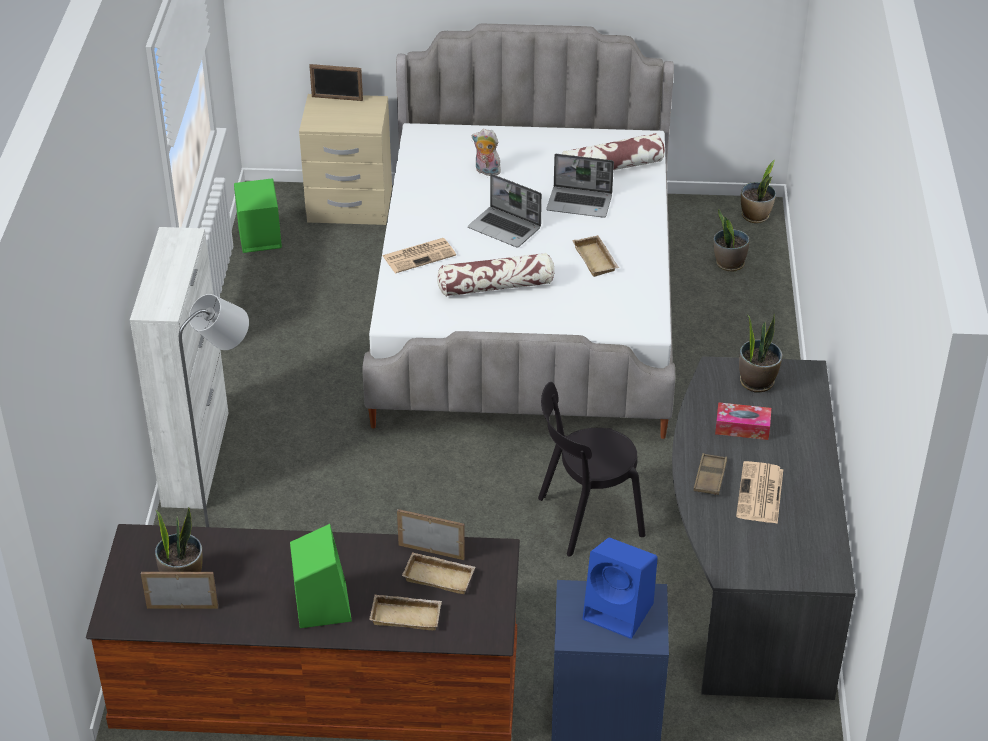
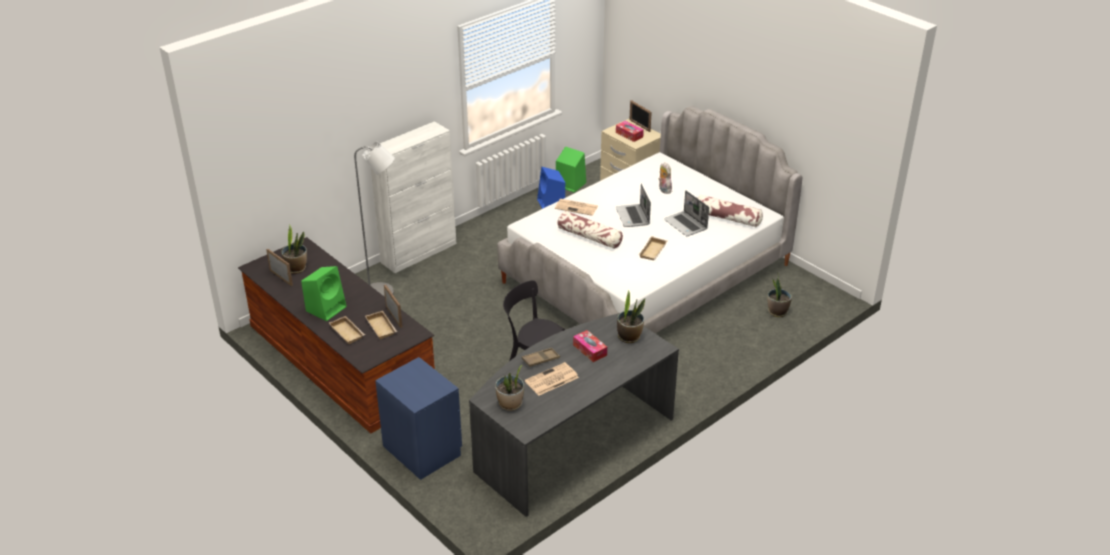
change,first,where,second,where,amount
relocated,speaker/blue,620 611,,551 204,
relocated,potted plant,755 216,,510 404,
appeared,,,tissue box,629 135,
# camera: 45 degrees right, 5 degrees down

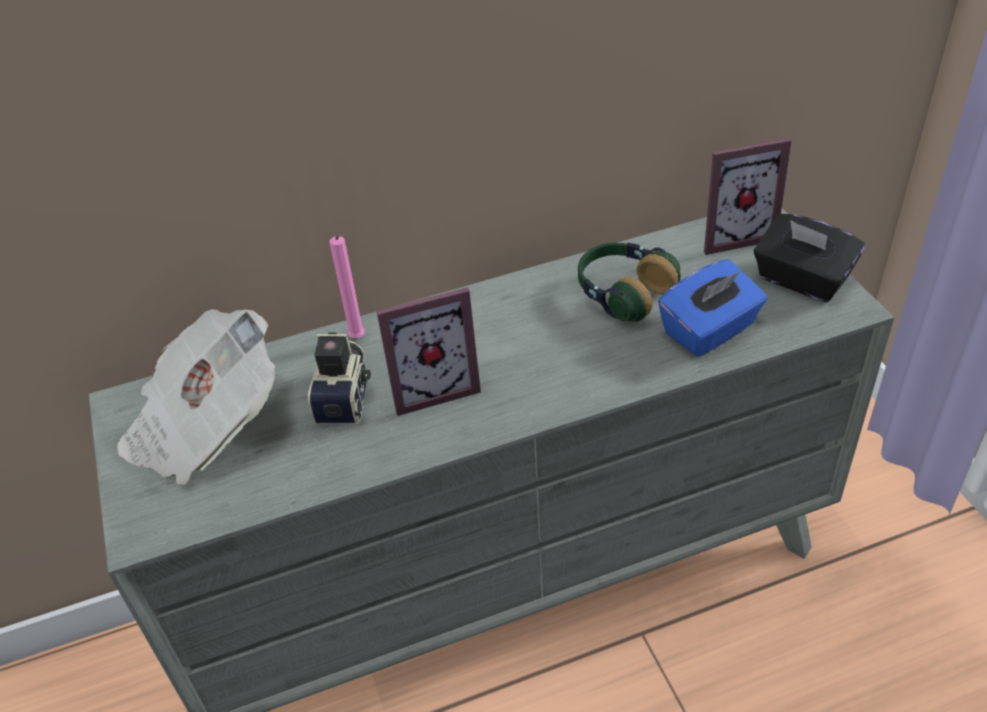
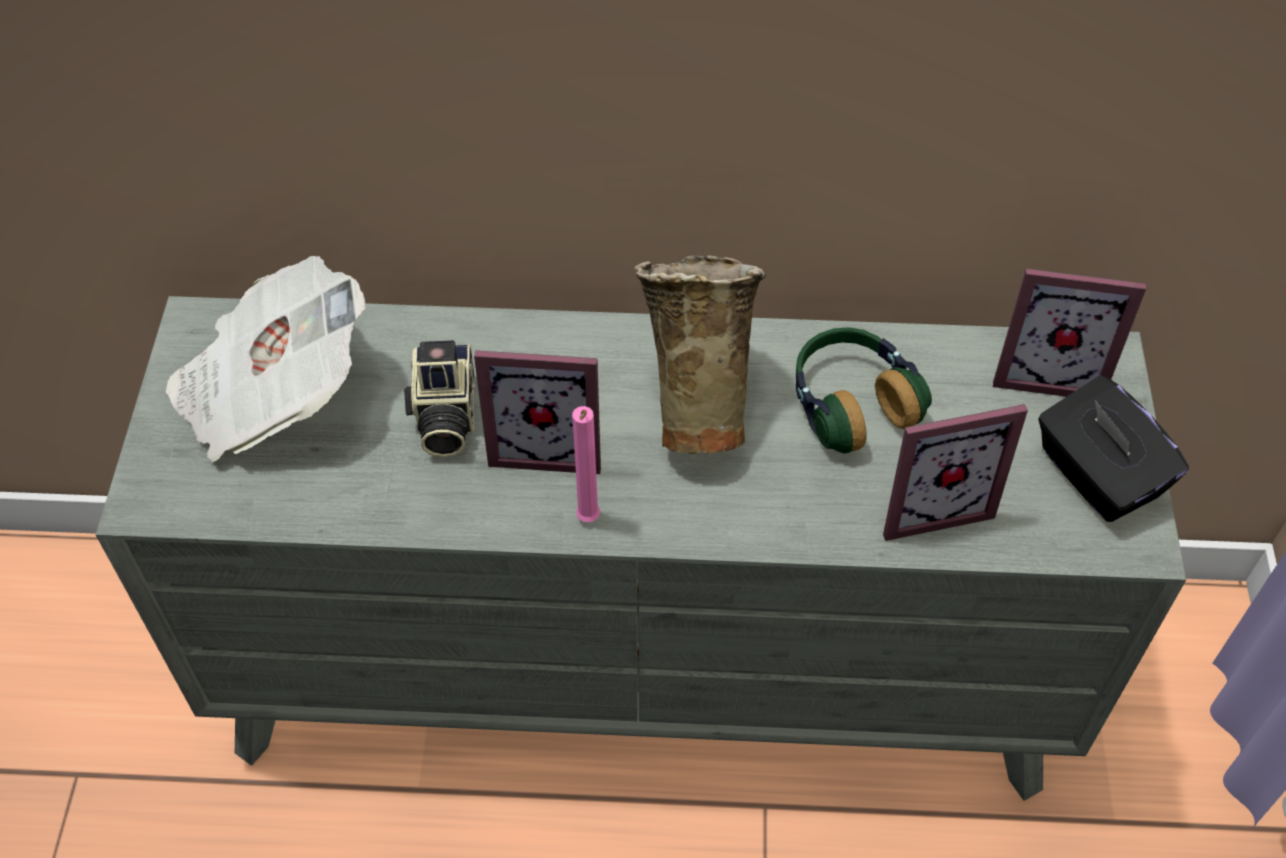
change,first,where,second,where,amount
spun,photo camera,346 397,,443 416,150 degrees clockwise
relocated,candle/pink,358 339,,587 521,
exchanged,tissue box/blue,710 331,picture frame,928 502,
appeared,,,vase/beige,697 404,
# camera: 20 degrees right, 10 degrees up

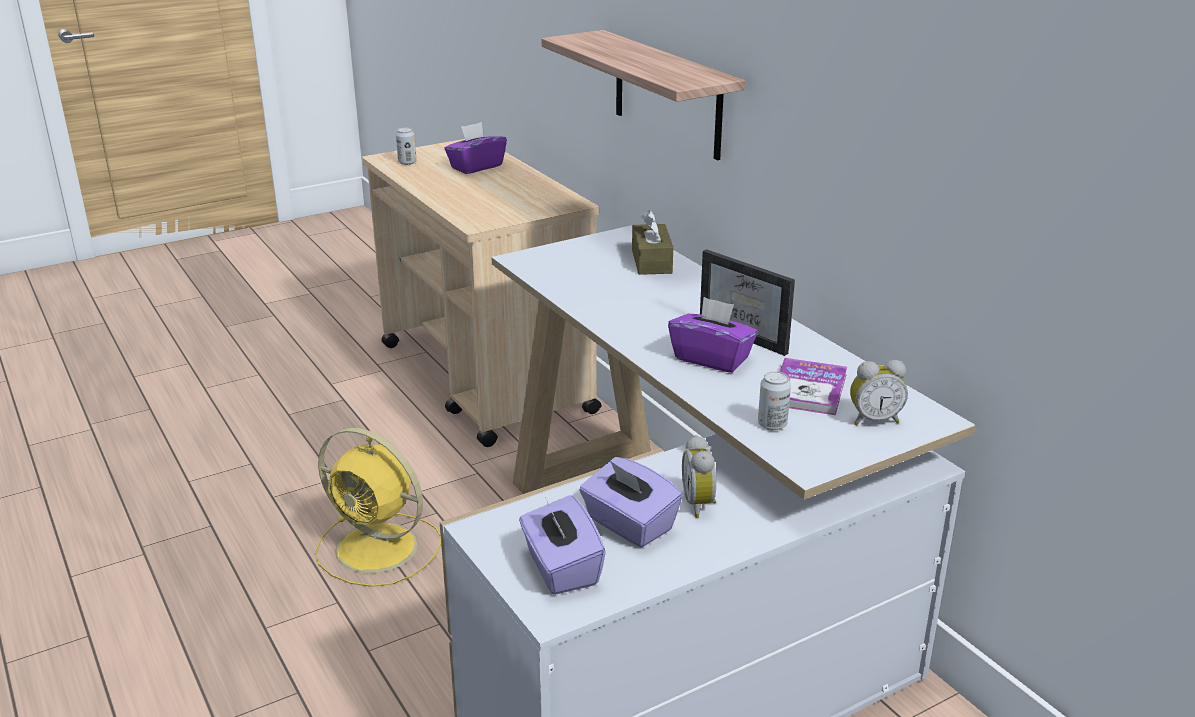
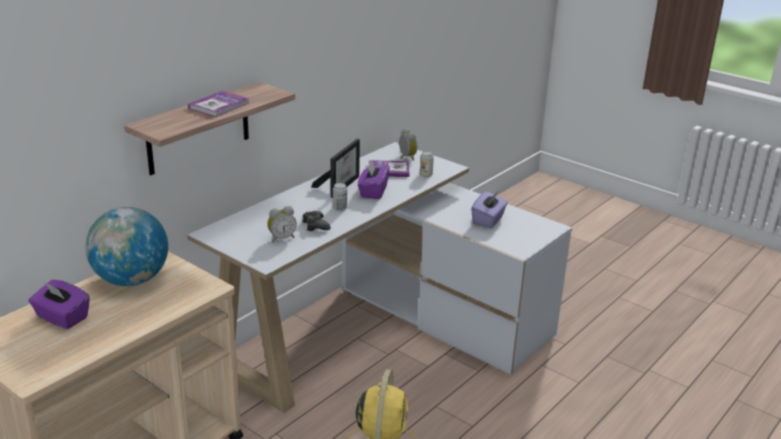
change,first,where,second,where,amount
relocated,can,407 162,,339 209,
missing,tissue box/purple,561 568,,,
missing,tissue box/brown,651 261,,,
relocated,alarm clock,700 504,,281 238,
appeared,,,globe,131 280,
appeared,,,book,219 105,
appeared,,,game controller/black,315 225,
# camera: 110 degrees left, 0 degrees up

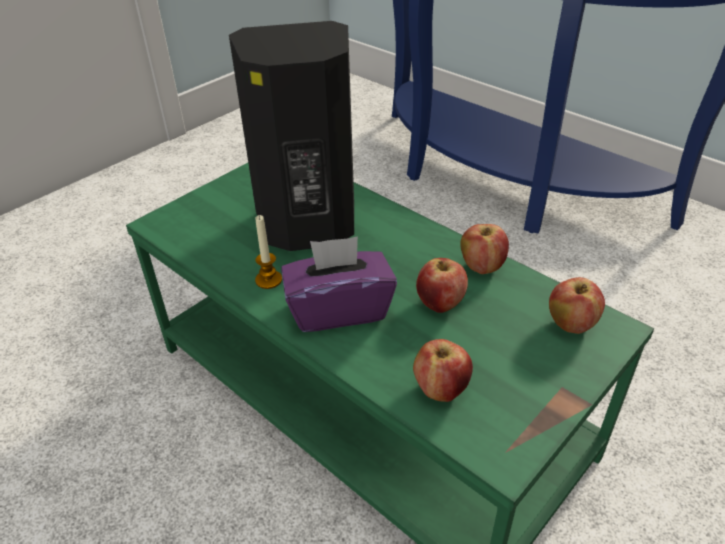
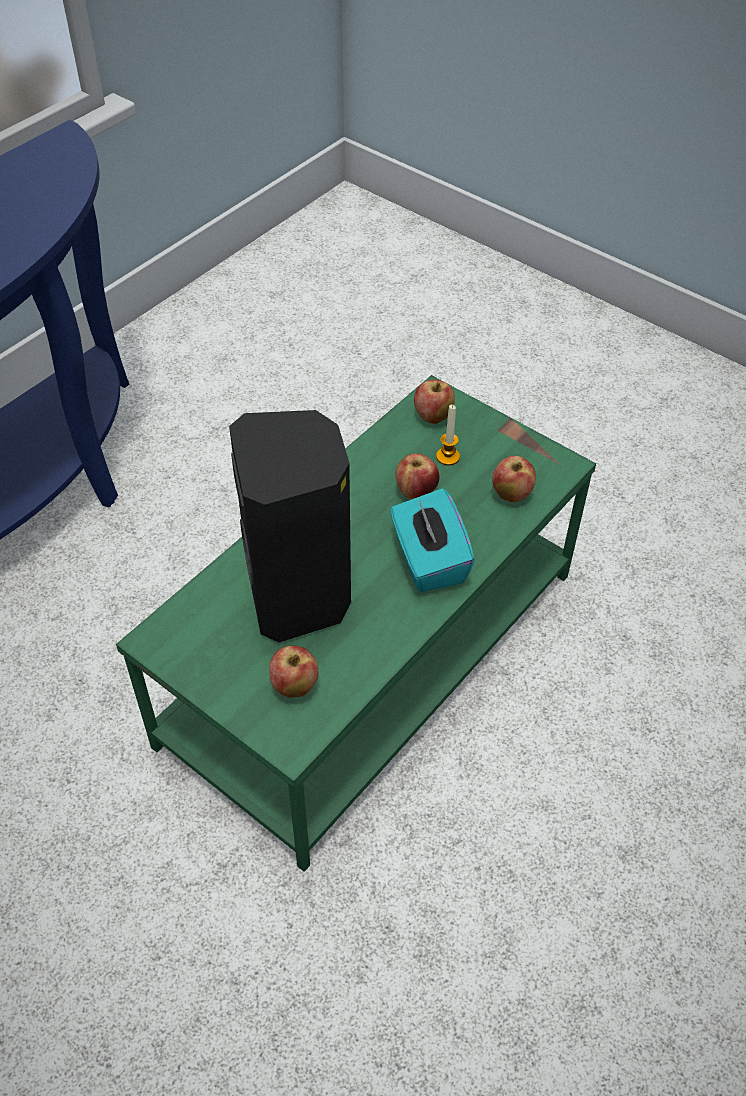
change,first,where,second,where,amount
relocated,candle,268 280,,448 457,
colour,tissue box/purple,339 309,tissue box/turquoise,428 560,
relocated,apple,482 267,,294 686,
# camera: 95 degrees left, 10 degrees up

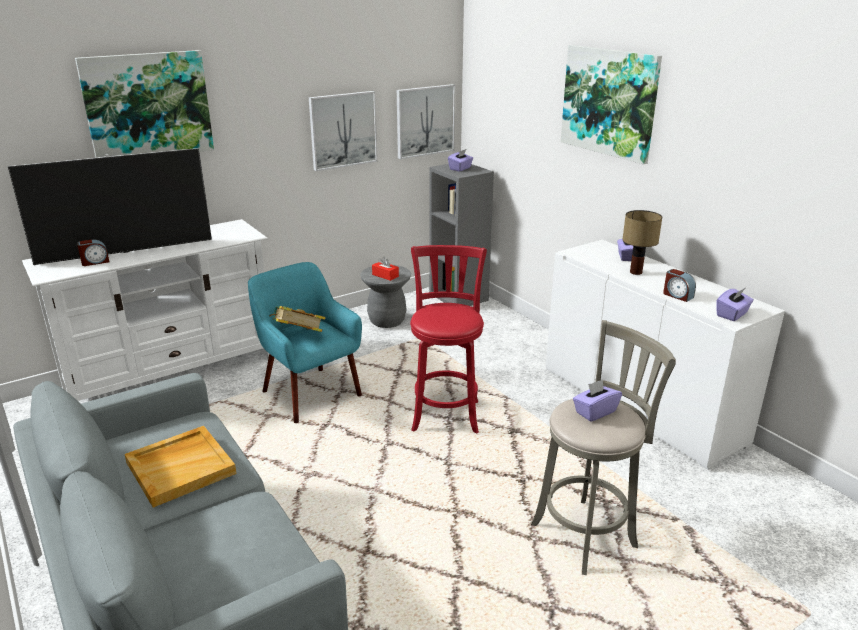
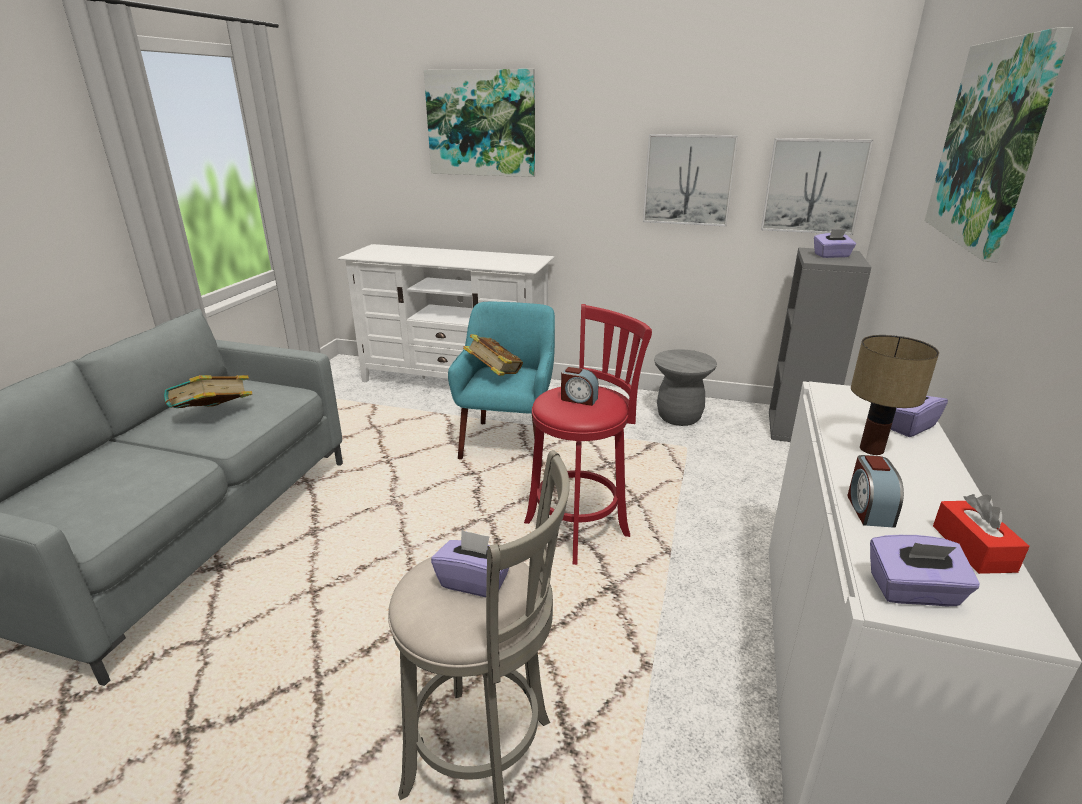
change,first,where,second,where,amount
missing,television,126 252,,,
relocated,alarm clock,95 262,,578 399,
exchanged,tray/beige,181 467,book,214 415,
relocated,tissue box/red,385 275,,973 548,
# camera: 50 degrees right, 0 degrees up

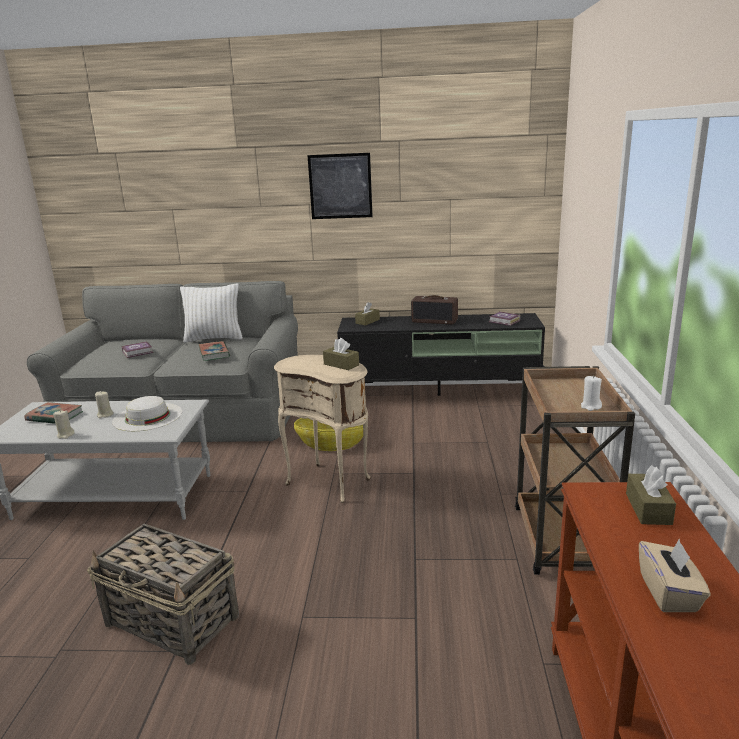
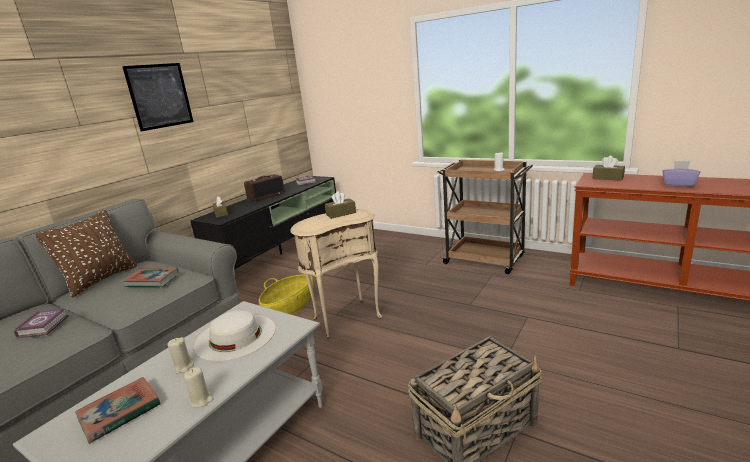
change,first,where,second,where,amount
colour,pillow/white,214 338,pillow/brown,101 280,
colour,tissue box/beige,669 593,tissue box/purple,678 184,
# camera: 60 degrees left, 0 degrees up

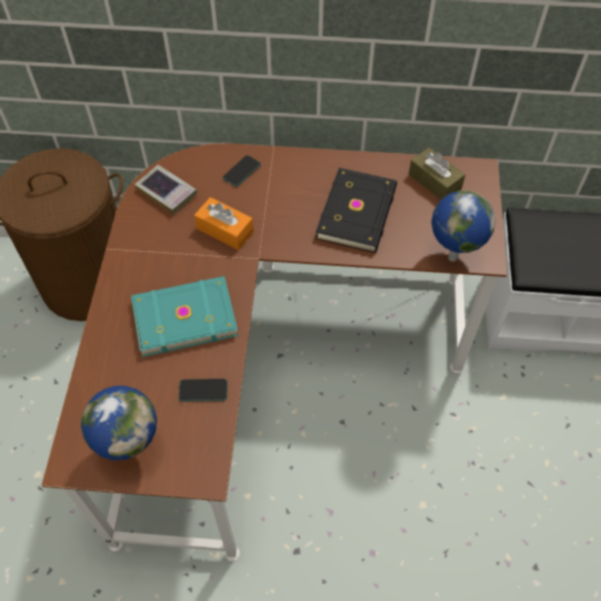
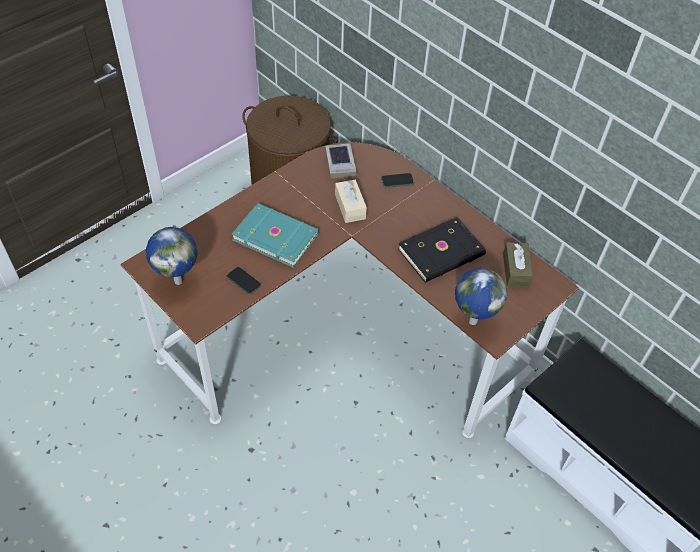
change,first,where,second,where,amount
colour,tissue box/orange,225 230,tissue box/beige,350 207,
# camera: 40 degrees right, 5 degrees down

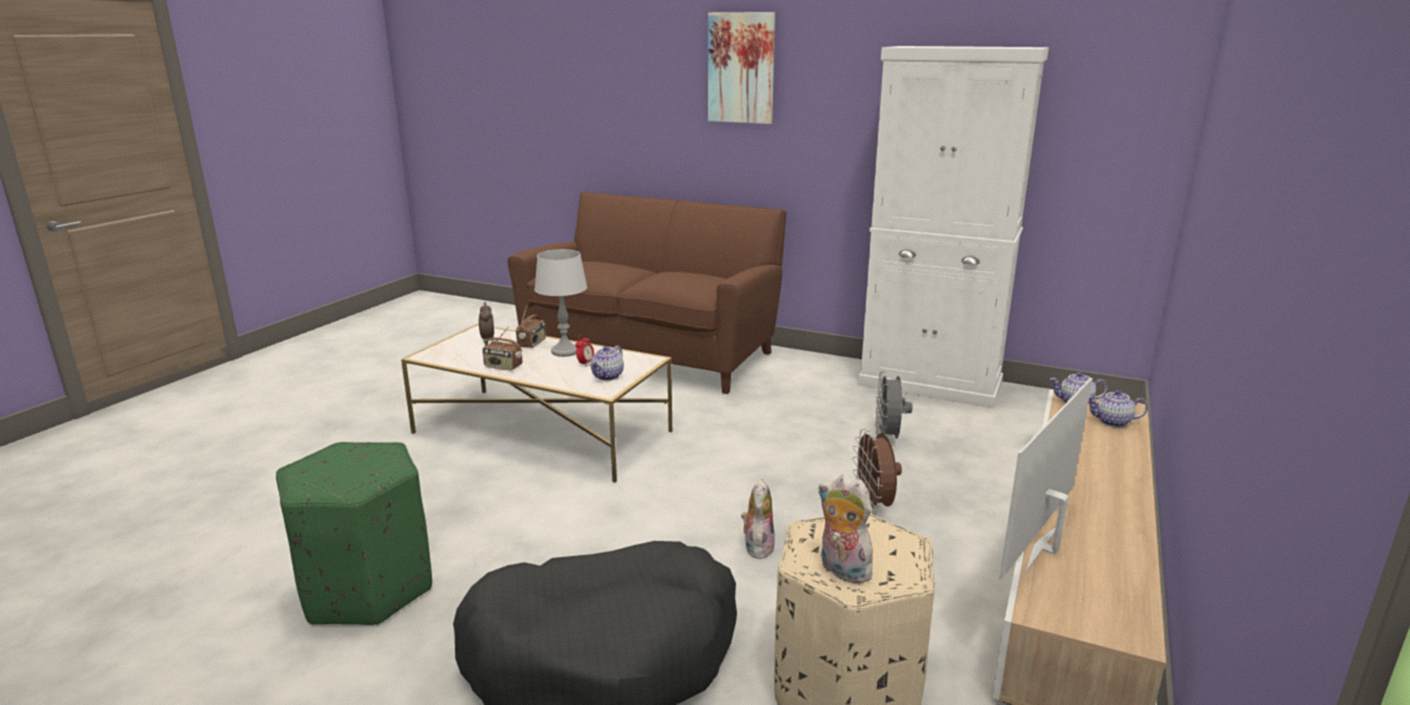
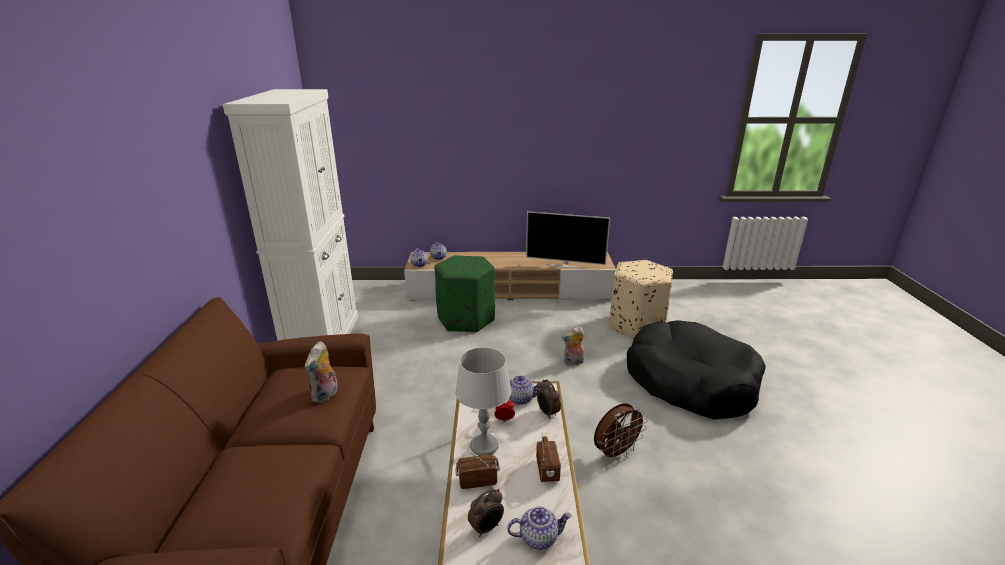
change,first,where,second,where,amount
relocated,ottoman/green,368 588,,466 319,
missing,picture,741 68,,,
relocated,plush toy,841 570,,326 395,
relocated,fan/brown,874 506,,615 453,
missing,fan/grey,888 438,,,
appeared,,,teapot,539 537,
appeared,,,alarm clock,547 413,
# camera: 115 degrees left, 5 degrees up

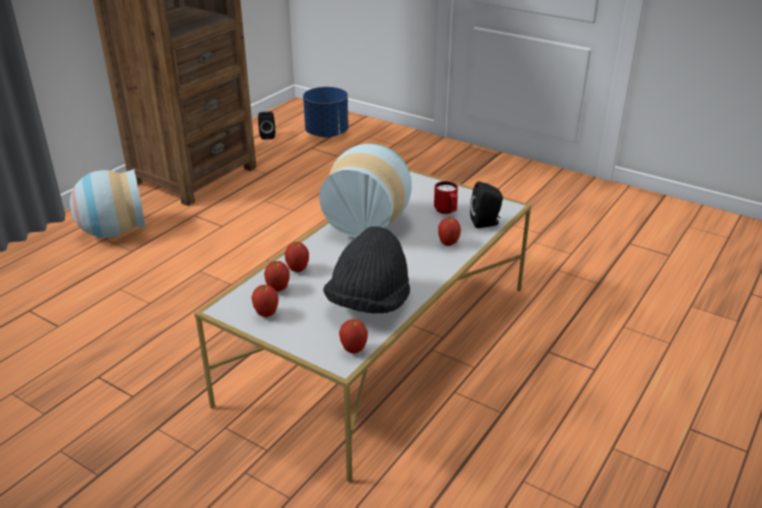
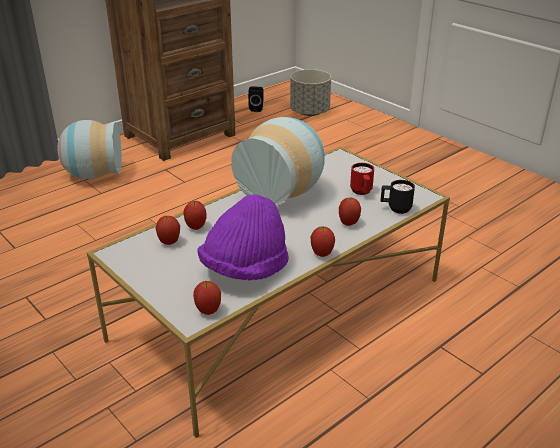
change,first,where,second,where,amount
relocated,apple,266 314,,322 254,
colour,planter/blue,327 133,planter/grey,310 112,
colour,hat/black,369 303,hat/purple,245 269,
exchanged,speaker/black,486 223,mug/black,395 209,
# camera: 15 degrees right, 0 degrees up

